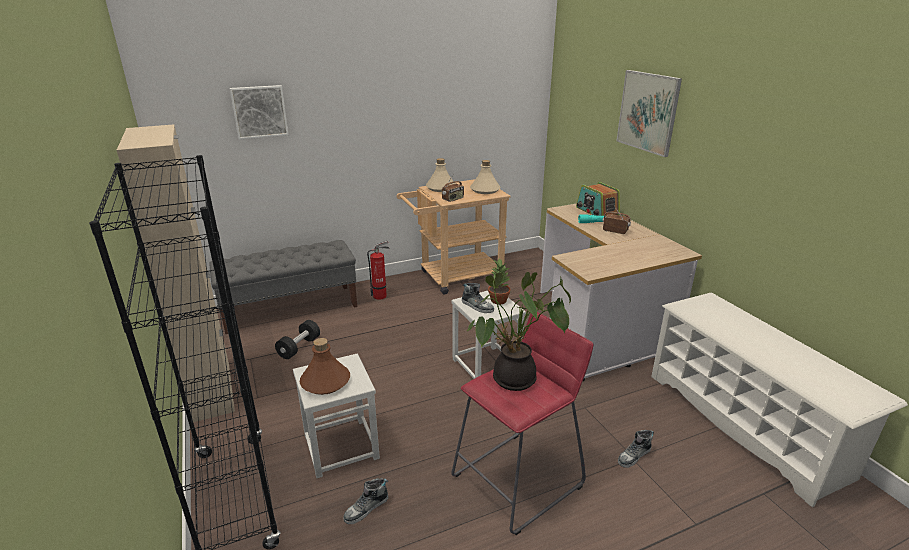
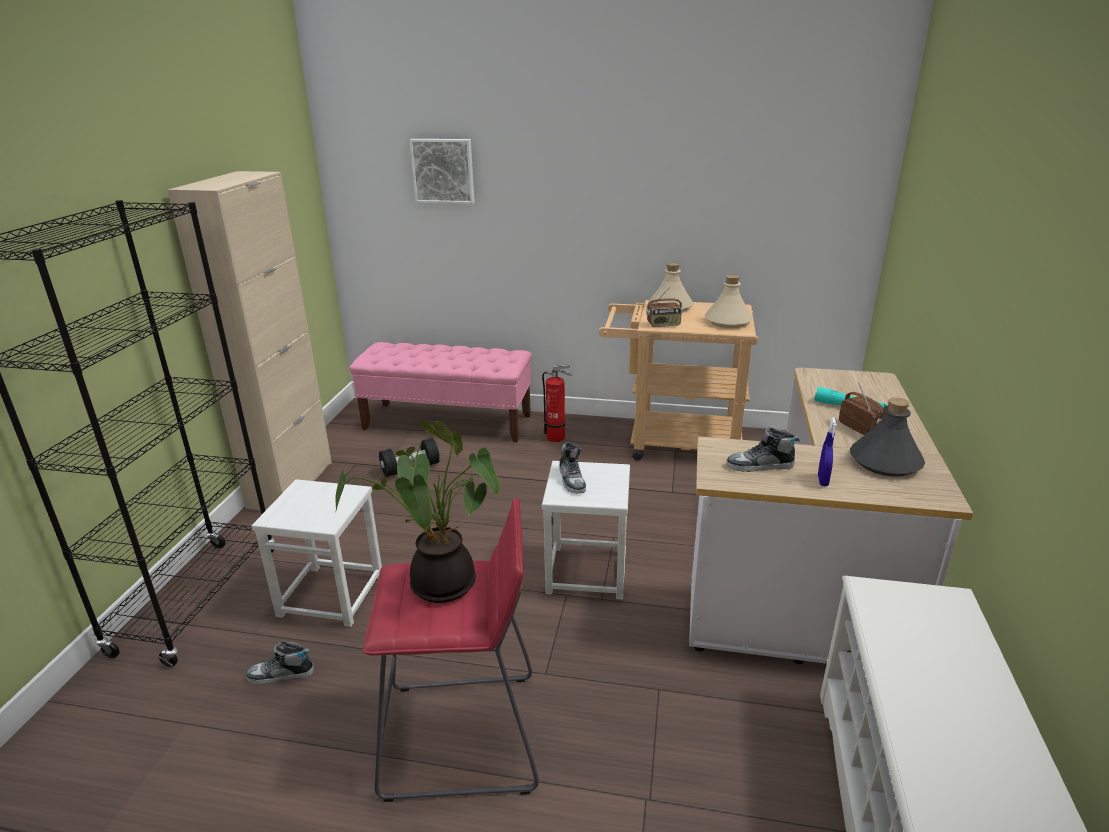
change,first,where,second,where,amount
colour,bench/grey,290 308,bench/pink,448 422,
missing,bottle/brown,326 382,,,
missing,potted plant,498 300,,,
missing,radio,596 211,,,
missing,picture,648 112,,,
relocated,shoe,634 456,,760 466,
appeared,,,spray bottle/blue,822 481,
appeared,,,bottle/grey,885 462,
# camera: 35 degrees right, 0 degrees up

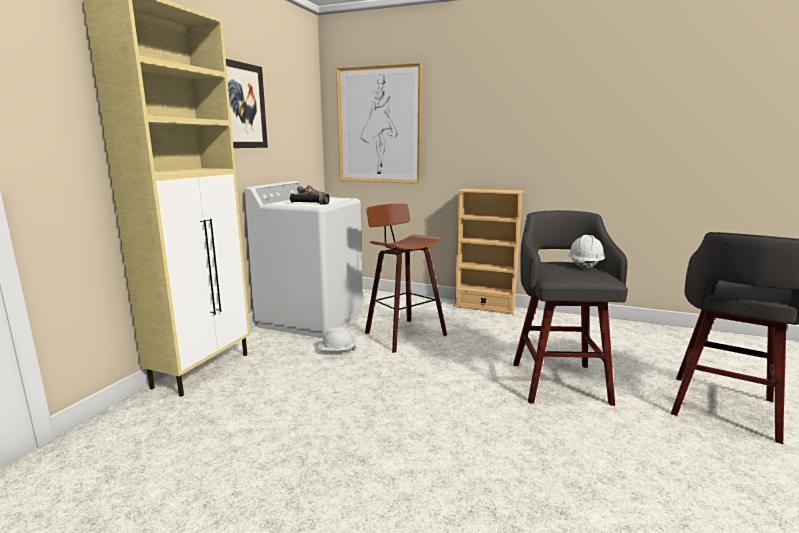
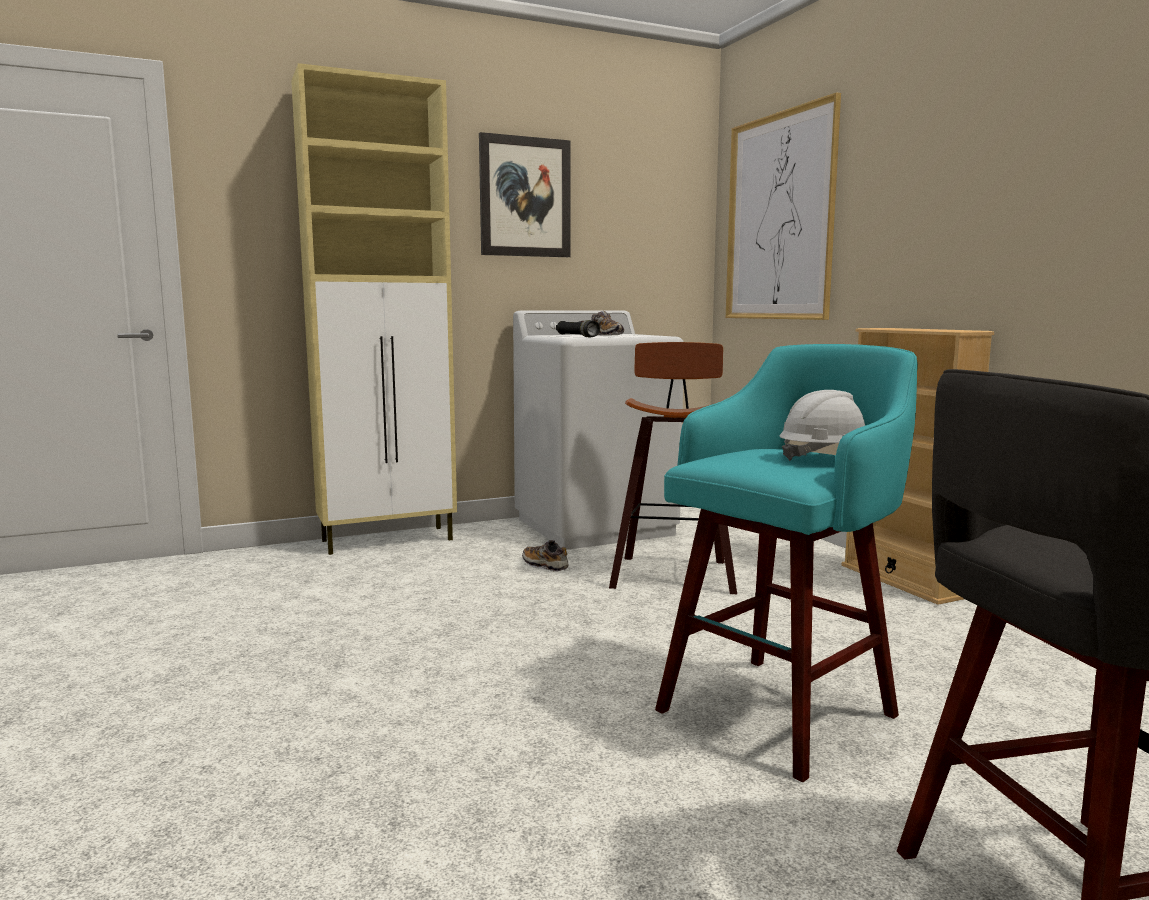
change,first,where,second,where,amount
exchanged,hard hat/white,336 351,shoe,545 565,
colour,stool/grey,559 381,stool/turquoise,781 710,
# camera: 45 degrees right, 5 degrees down

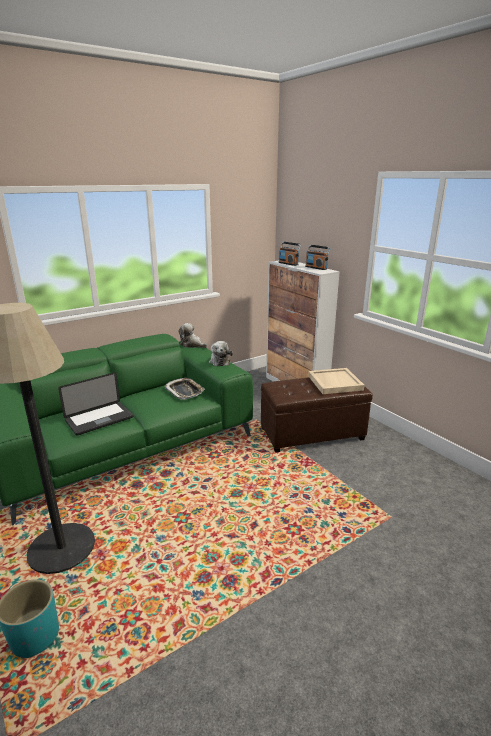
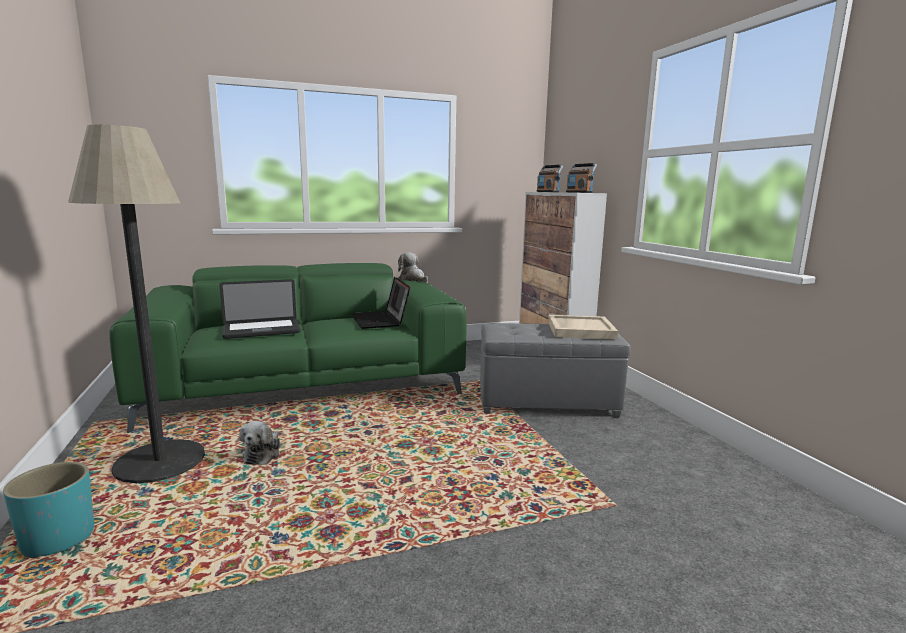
change,first,where,second,where,amount
exchanged,tray,185 391,laptop,380 320,
relocated,plush toy,219 361,,263 454,
colour,ottoman/brown,312 434,ottoman/grey,547 402,
# camera: 15 degrees right, 10 degrees down

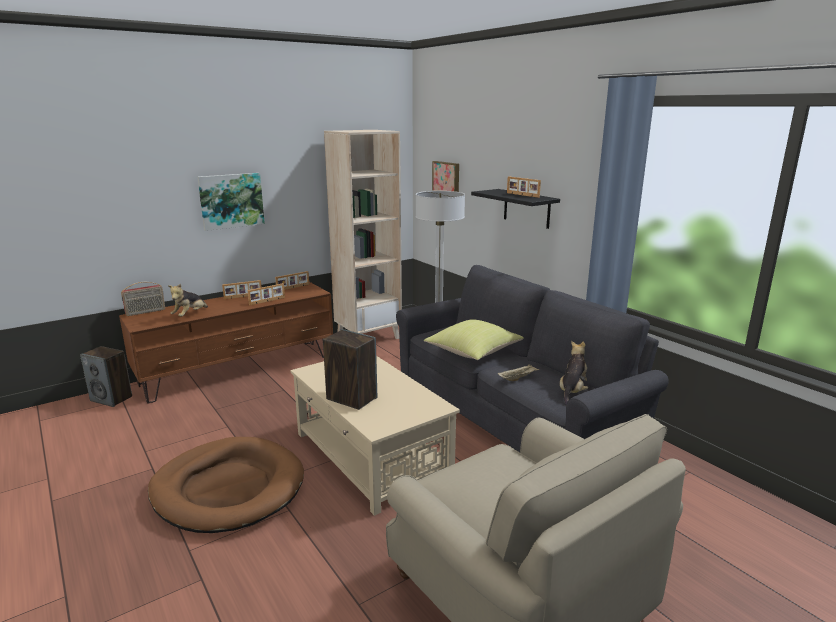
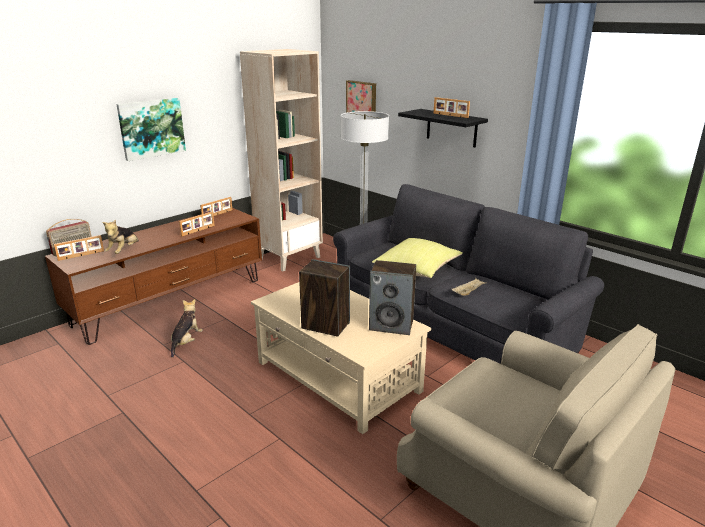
change,first,where,second,where,amount
relocated,speaker,112 399,,392 325,
missing,dog bed/brown,228 488,,,
relocated,picture frame,243 296,,81 255,
relocated,plush toy,572 391,,186 342,
# camera: 10 degrees left, 5 degrees up

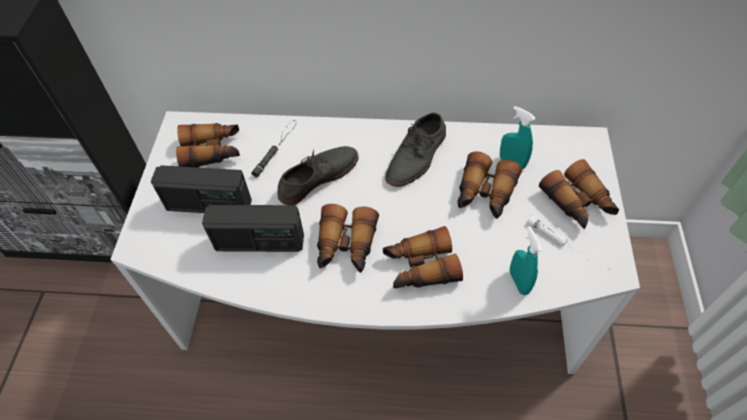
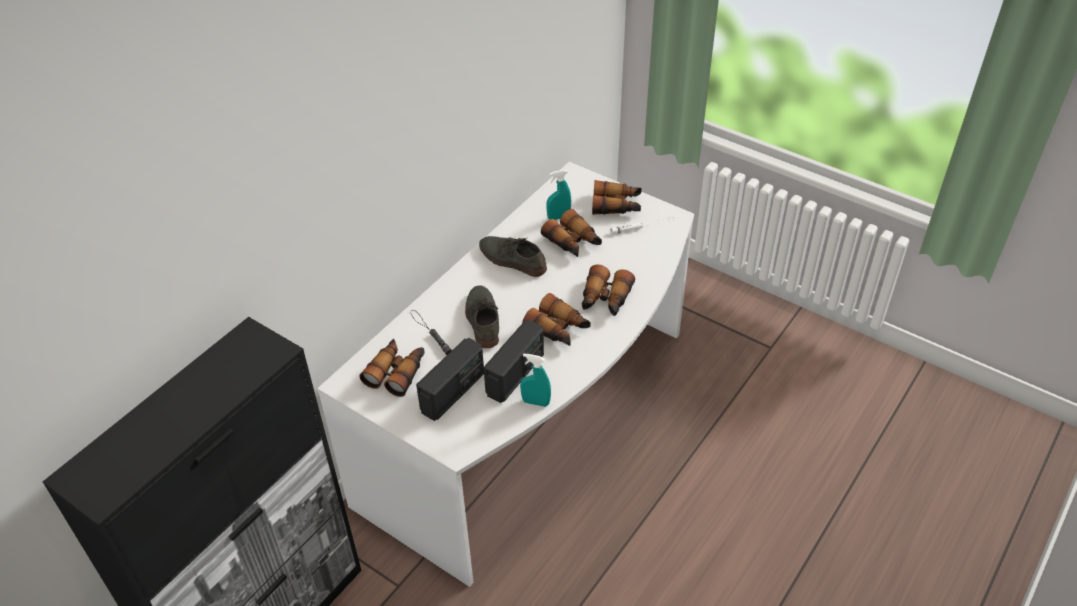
change,first,where,second,where,amount
spun,shoe/grey,417 157,,511 259,150 degrees clockwise
relocated,spray bottle/turquoise,518 282,,535 402,
# camera: 60 degrees left, 10 degrees down

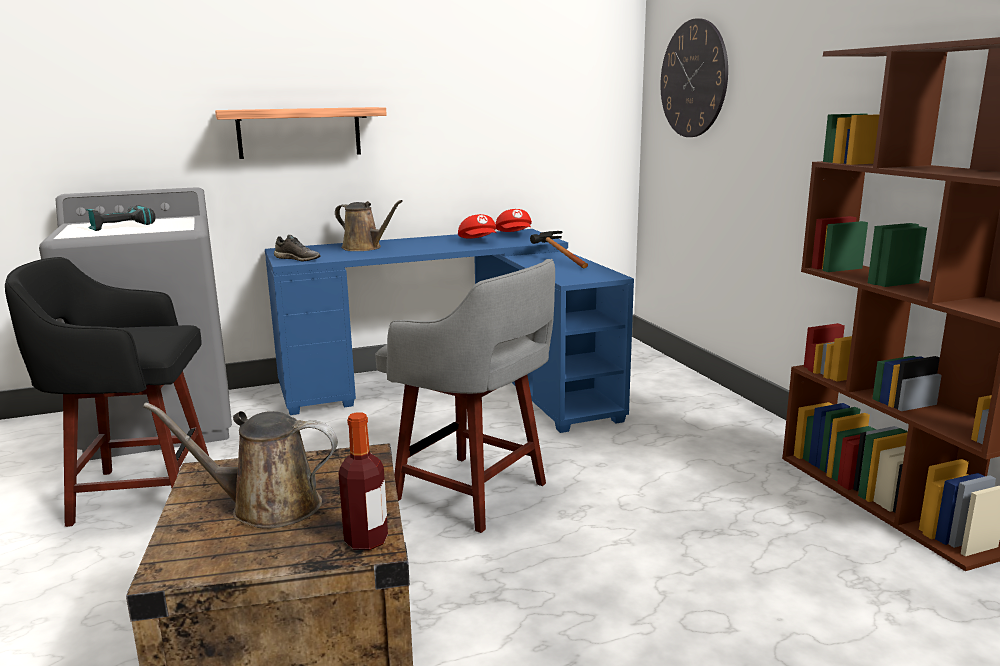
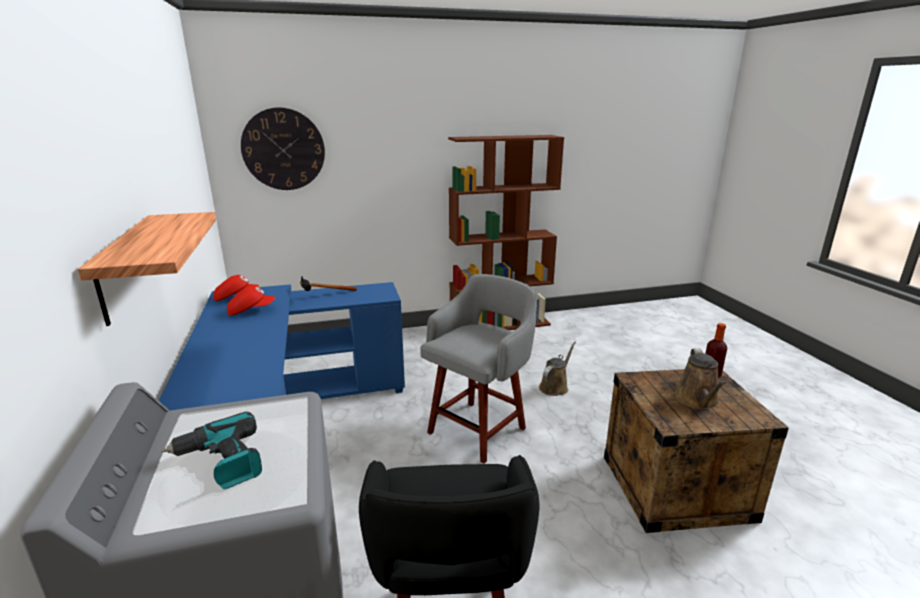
change,first,where,second,where,amount
missing,shoe/grey,298 259,,,
relocated,watering can/brown,364 248,,555 387,
# camera: 85 degrees left, 5 degrees up

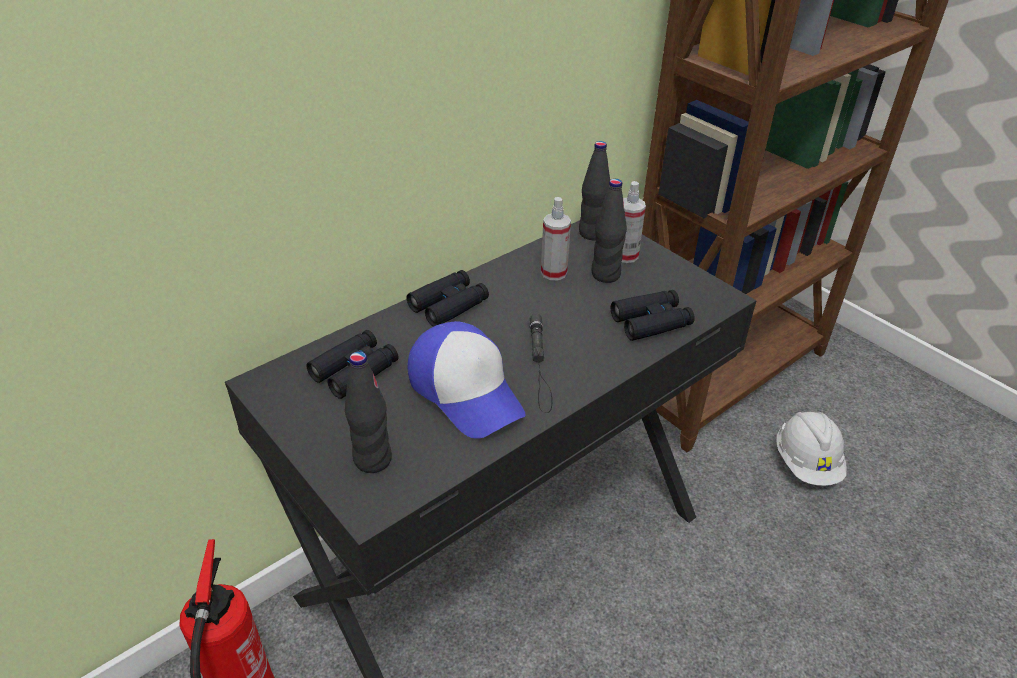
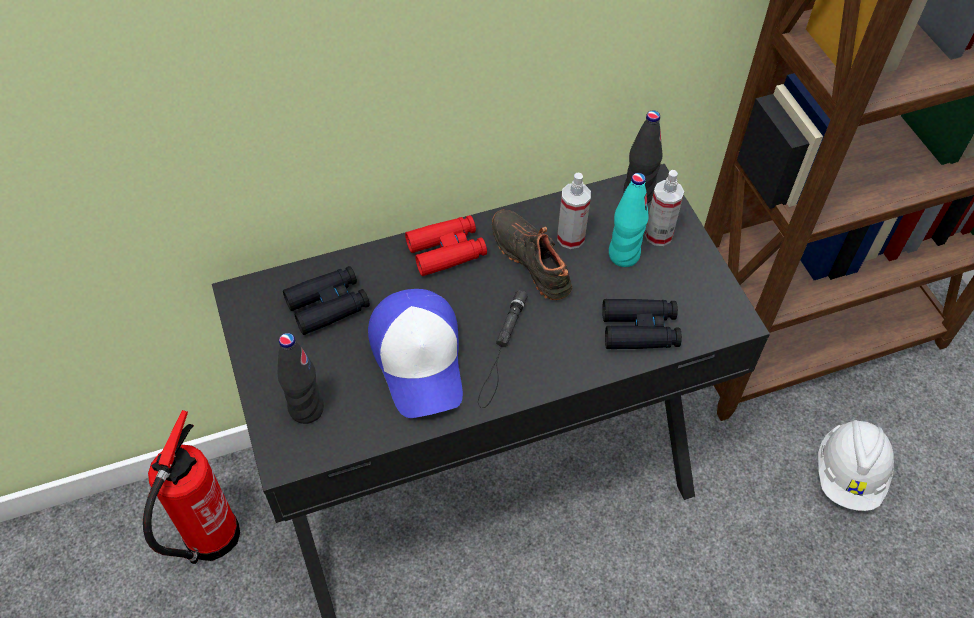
change,first,where,second,where,amount
colour,binoculars/black,449 305,binoculars/red,446 251,
colour,bottle/black,605 275,bottle/turquoise,623 255,
appeared,,,shoe/black,533 259,
# camera: 20 degrees right, 15 degrees up

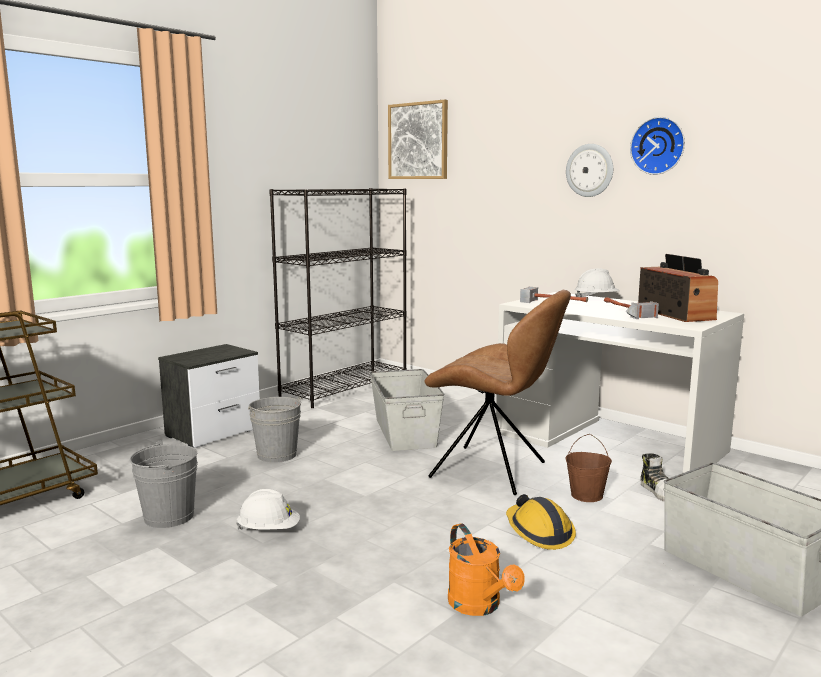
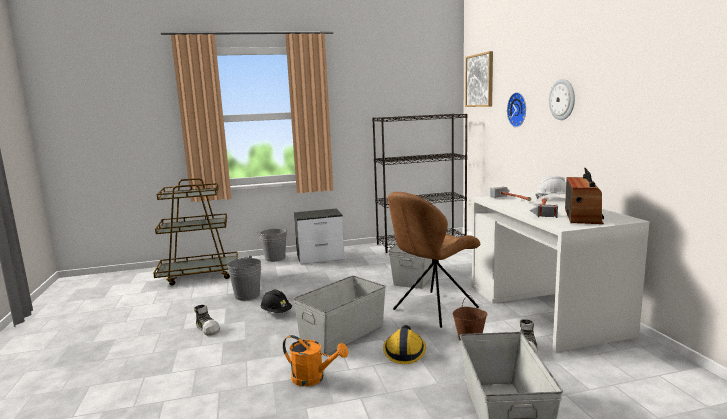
change,first,where,second,where,amount
colour,hard hat/white,269 530,hard hat/black,276 312,
relocated,bucket/grey,277 455,,275 258,
spun,chair/brown,492 471,,433 309,75 degrees clockwise
spun,watering can/orange,479 606,,313 378,75 degrees counterclockwise
relocated,wall clock,658 146,,518 109,
appeared,,,shoe,208 328,
appeared,,,storage box/grey,343 333,
# camera: 35 degrees right, 0 degrees up

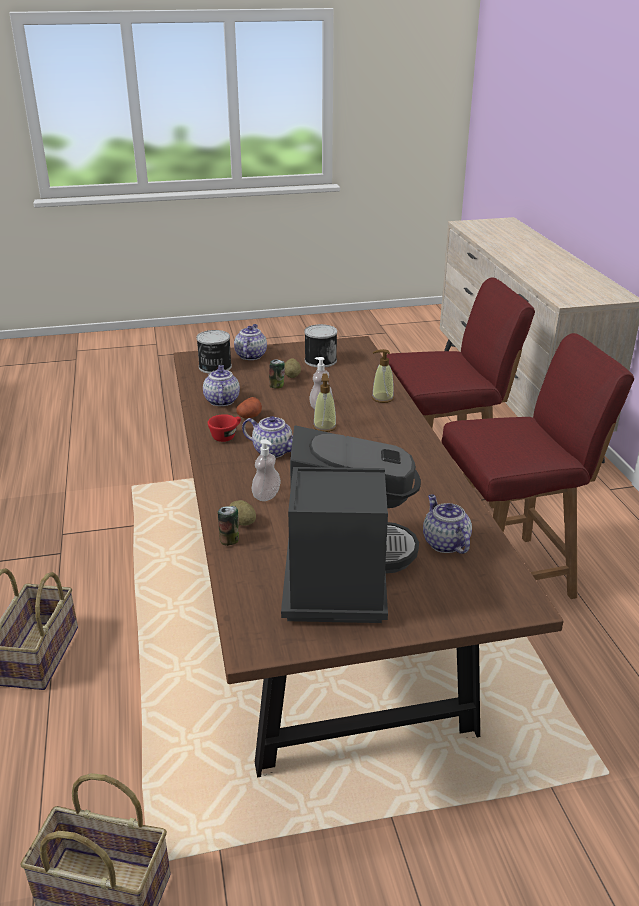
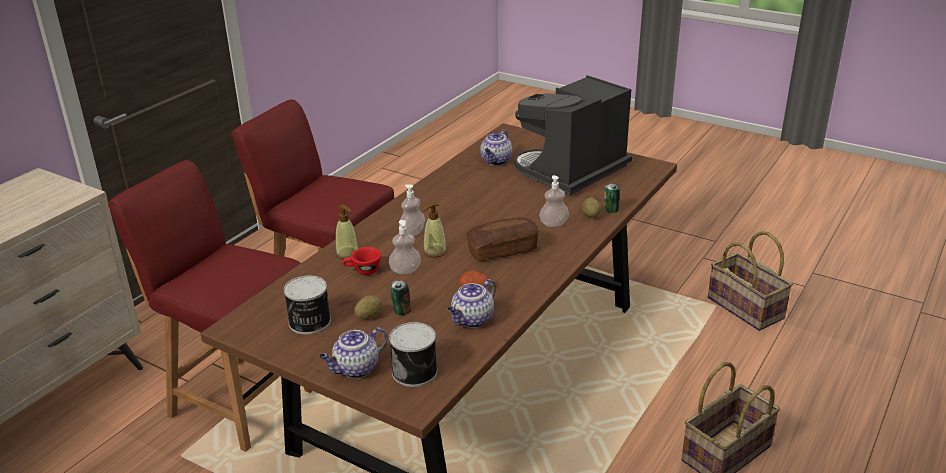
change,first,where,second,where,amount
relocated,cup/red,226 436,,363 271,
exchanged,teapot,274 451,bread,503 250,
appeared,,,soap dispenser,412 233,
# camera: 135 degrees left, 0 degrees up

